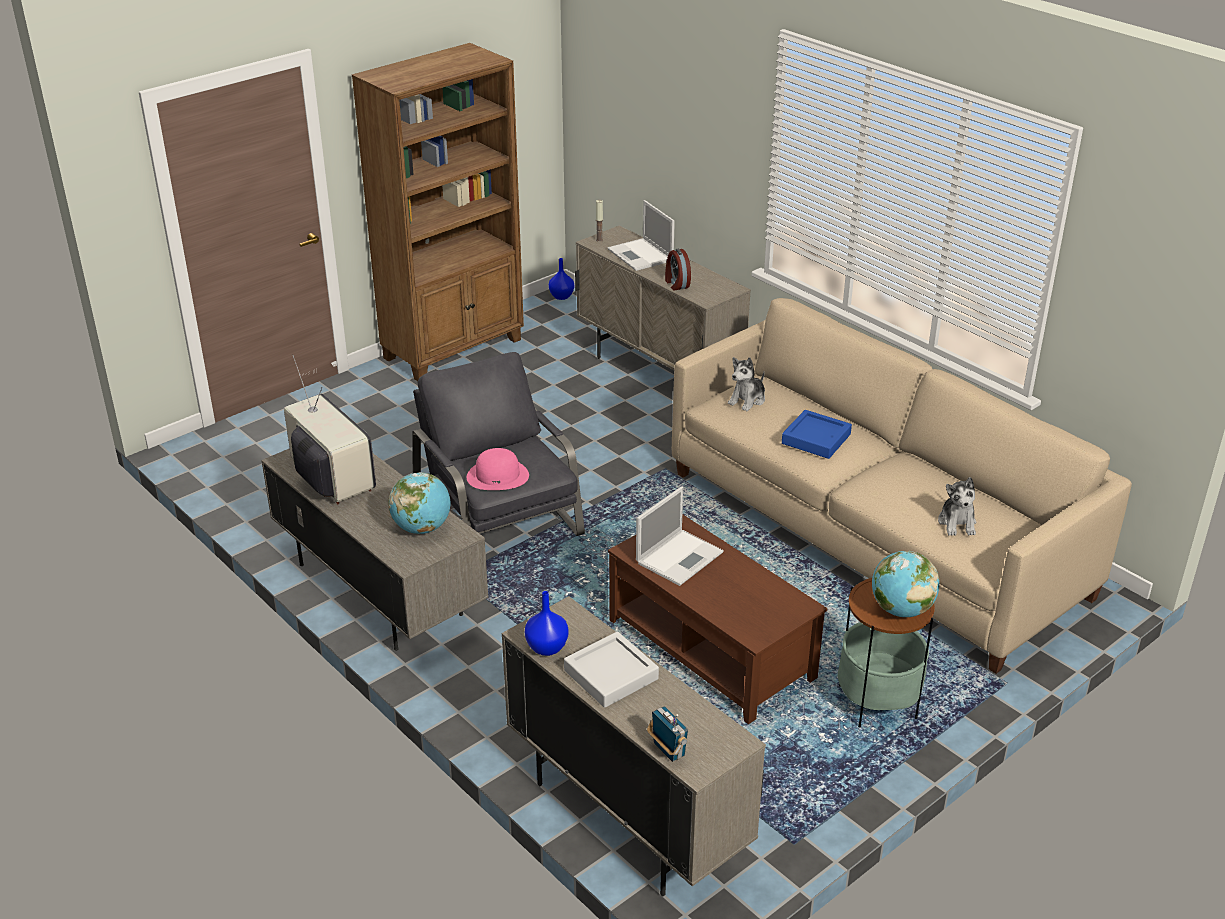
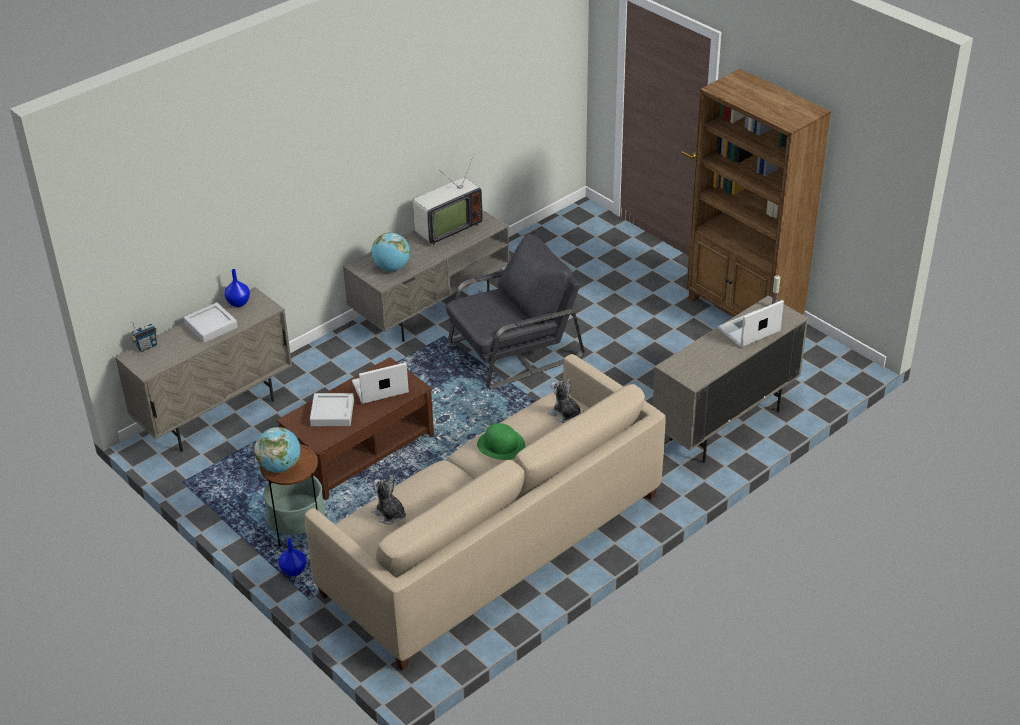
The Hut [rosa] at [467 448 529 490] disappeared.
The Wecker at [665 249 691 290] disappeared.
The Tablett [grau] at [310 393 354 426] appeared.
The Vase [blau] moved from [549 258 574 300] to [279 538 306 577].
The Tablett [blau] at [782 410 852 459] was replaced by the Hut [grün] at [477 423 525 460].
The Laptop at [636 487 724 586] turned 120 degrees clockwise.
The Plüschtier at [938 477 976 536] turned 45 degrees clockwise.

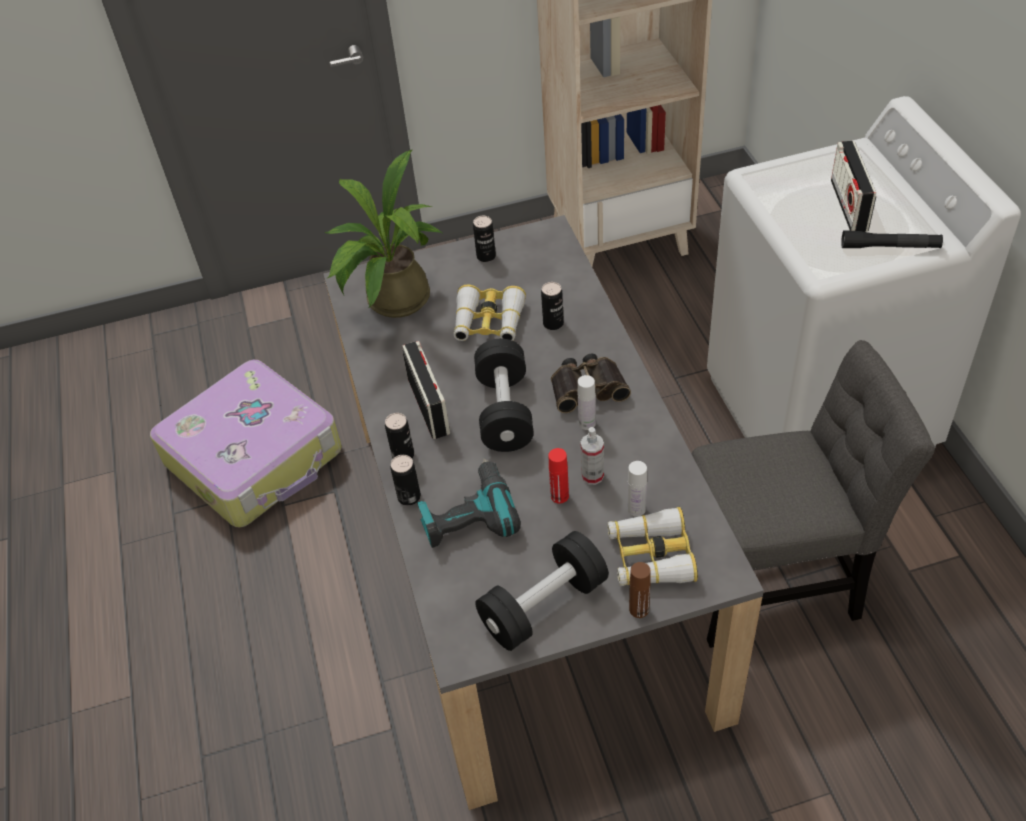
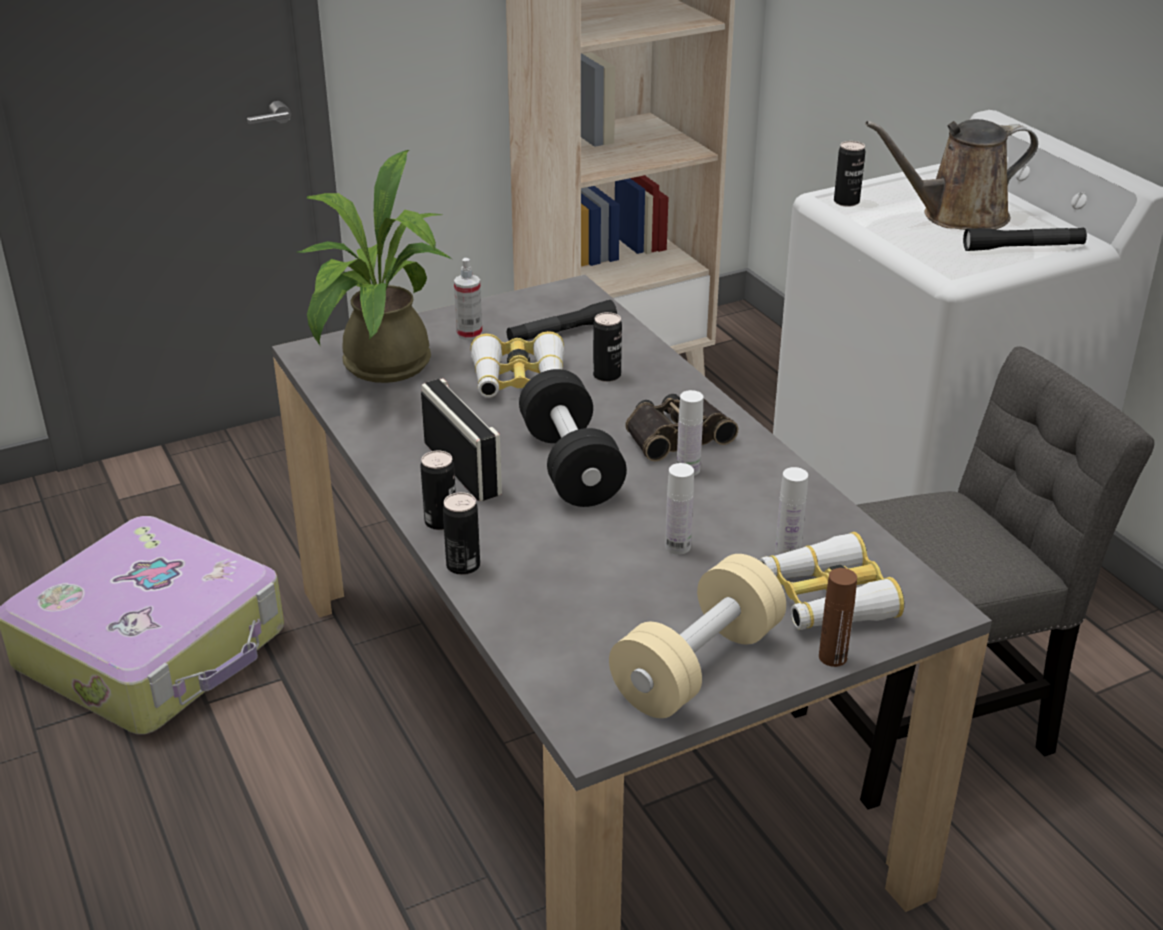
The Bohrmaschine at [417 458 521 548] disappeared.
The Taschenlampe [schwarz] at [507 300 617 341] appeared.
The Dose moved from [473 216 496 262] to [834 141 865 207].
The Sprühflasche moved from [580 427 604 485] to [454 258 482 340].
The Radio at [831 141 876 232] was replaced by the Gießkanne [braun] at [865 119 1038 230].
The Hantel [schwarz] at [475 531 609 651] became the Hantel [beige] at [609 554 786 718].
The Flasche [rot] at [549 448 569 504] became the Flasche [weiß] at [665 463 694 555].

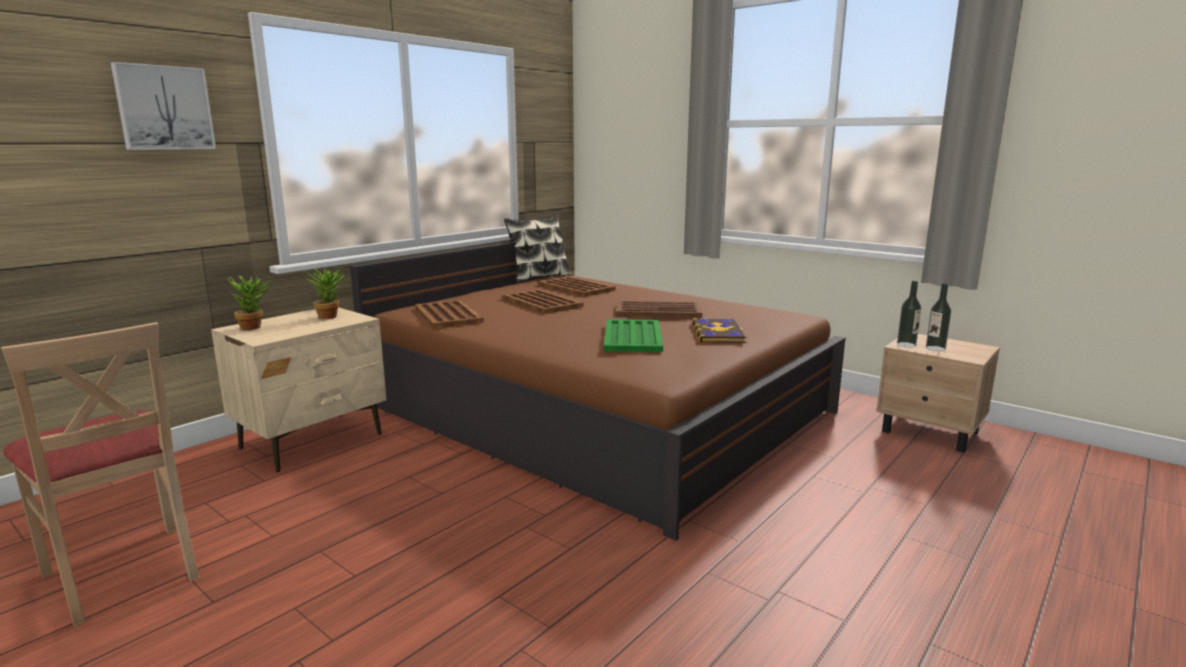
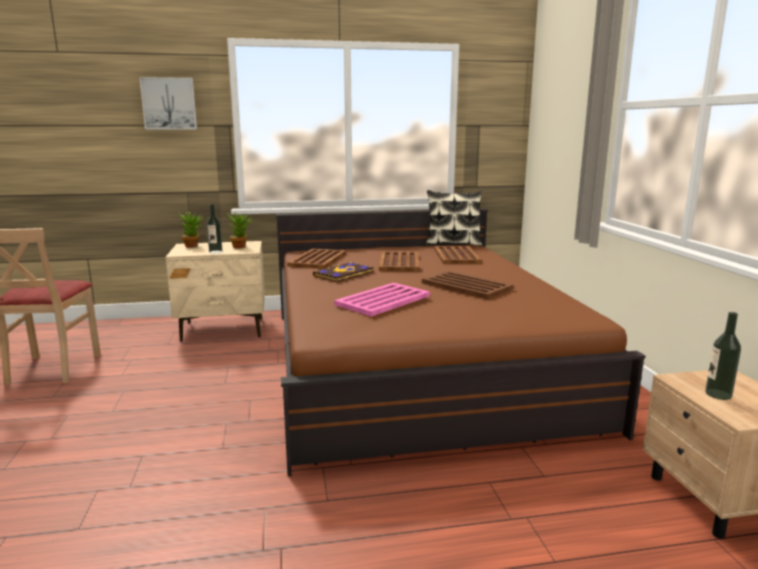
The Buch moved from [692 318 749 343] to [313 262 374 282].
The Flasche moved from [897 281 921 347] to [207 204 223 254].
The Tablett [grün] at [604 319 663 352] became the Tablett [rosa] at [334 283 430 317].

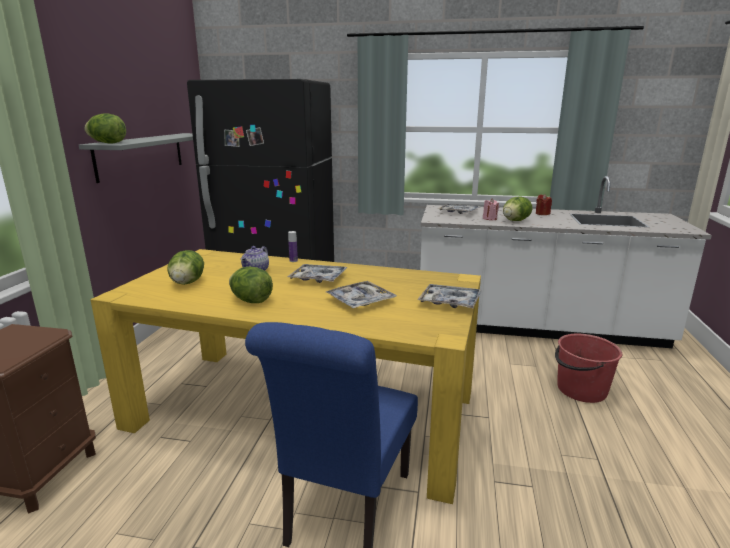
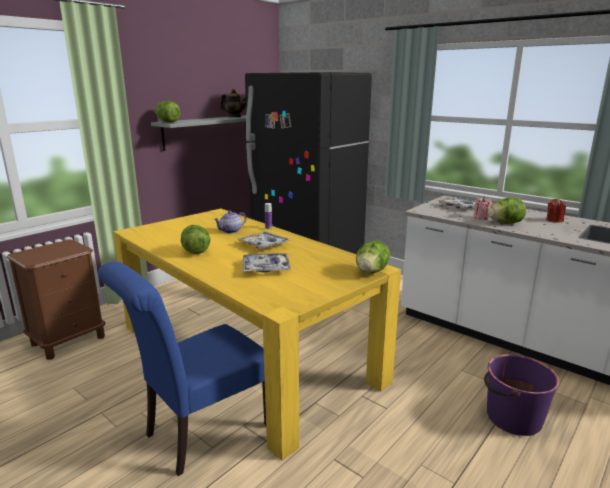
The Tablett at [417 284 482 308] disappeared.
The Teekanne at [220 89 246 117] appeared.
The Salatkopf moved from [167 250 204 285] to [356 241 390 274].
The Eimer [rot] at [555 334 622 403] became the Eimer [lila] at [484 354 559 436].

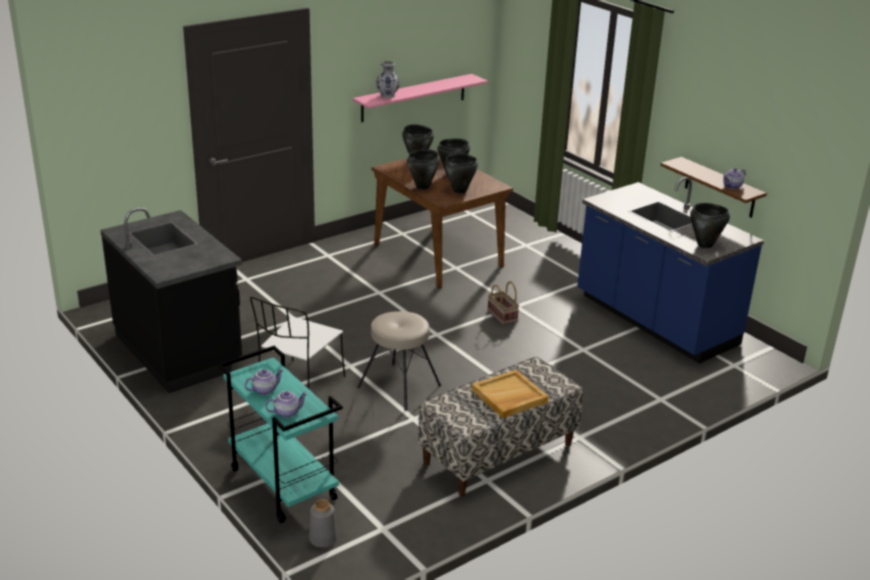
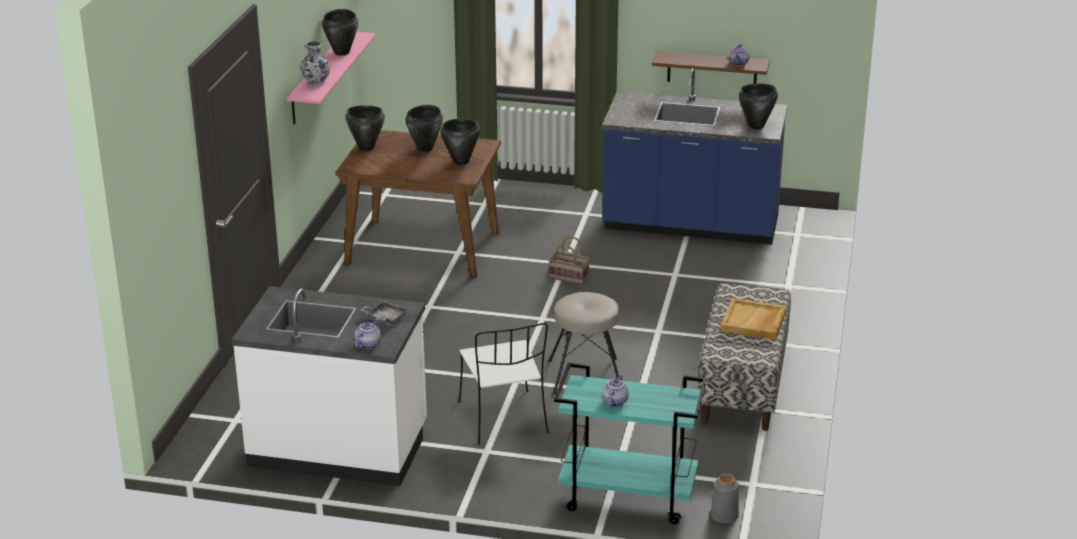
The Tablett [grau] at [360 300 409 326] appeared.
The Teekanne moved from [266 391 308 418] to [355 318 381 349].
The Kochtopf [schwarz] moved from [407 149 440 189] to [322 9 358 56].
The Küchenzeile [schwarz] at [100 208 242 393] became the Küchenzeile [weiß] at [231 286 427 486].

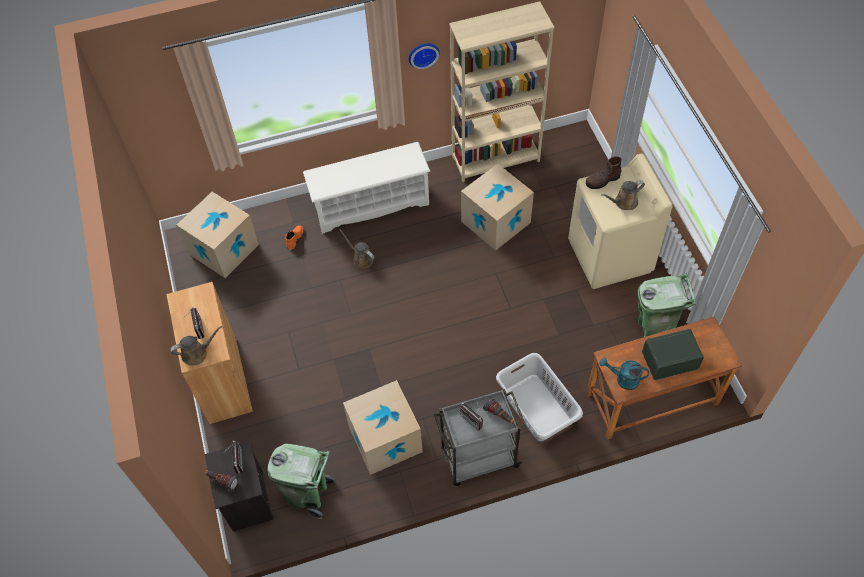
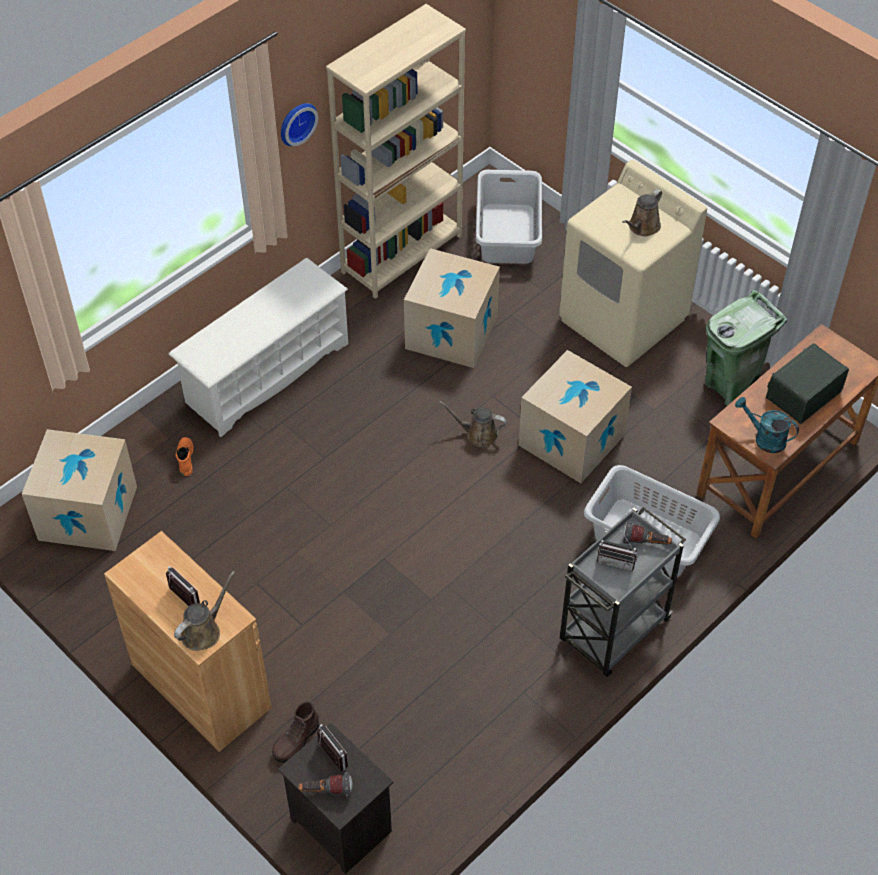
The Mülleimer [grün] at [267 444 336 519] disappeared.
The Wäschekorb [grau] at [476 170 542 264] appeared.
The Gießkanne [braun] moved from [340 229 374 269] to [439 401 507 447].
The Karton moved from [343 380 423 475] to [518 350 632 483].
The Stiefel [braun] moved from [586 156 621 189] to [272 701 320 763].
The Gießkanne [türkis] at [599 358 649 390] turned 45 degrees clockwise.

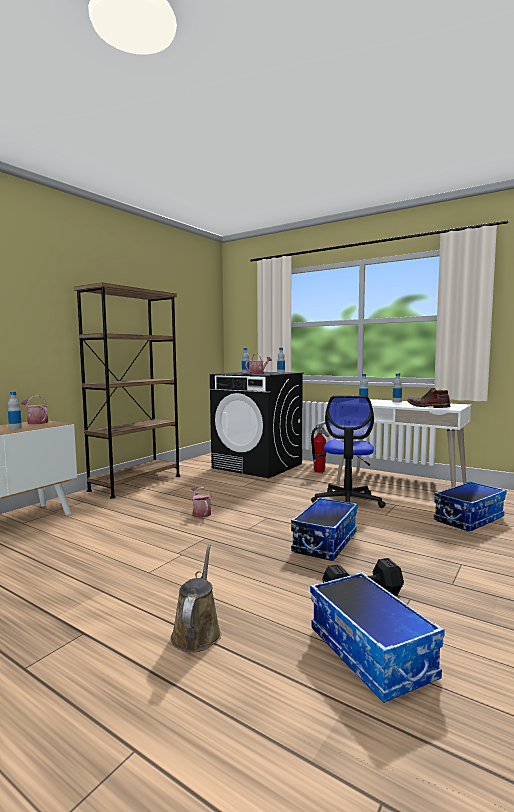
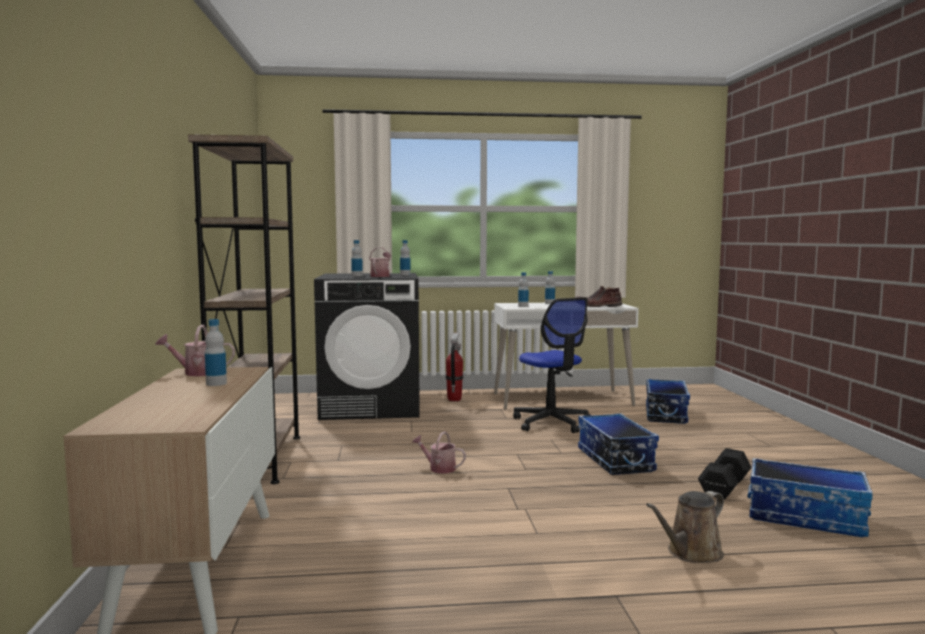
The Gießkanne [braun] at [171 544 221 652] turned 90 degrees counterclockwise.

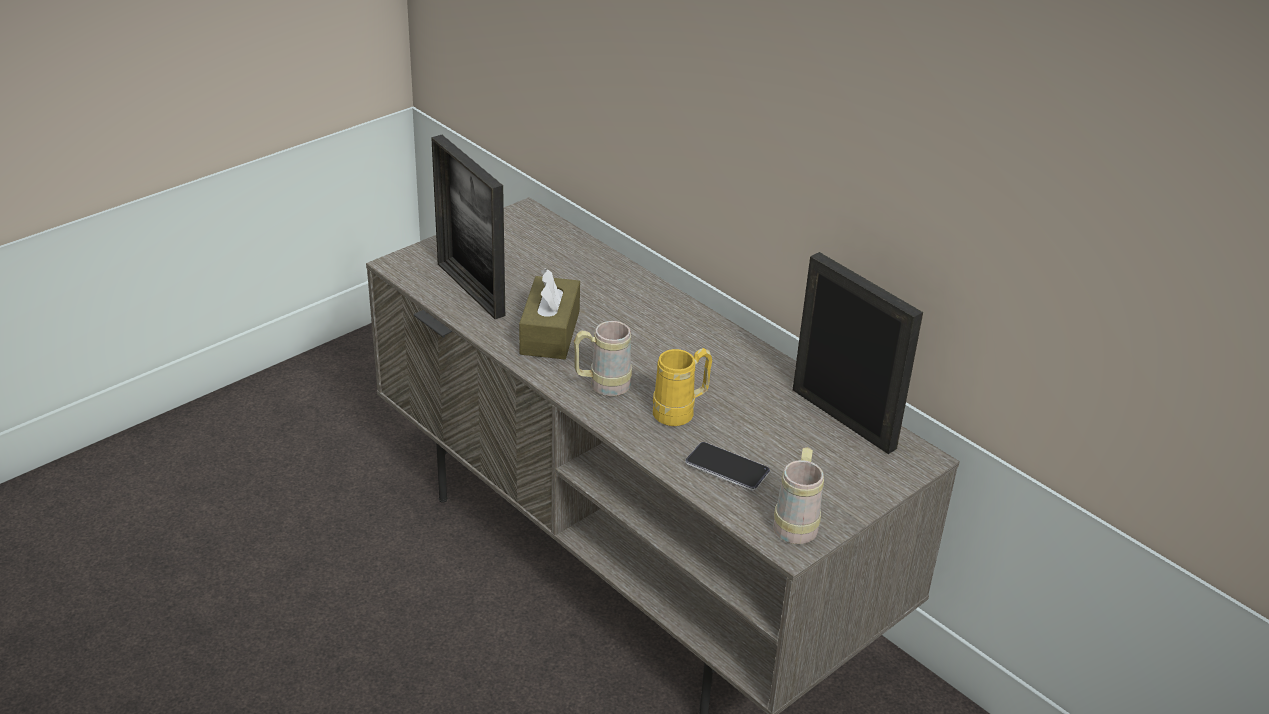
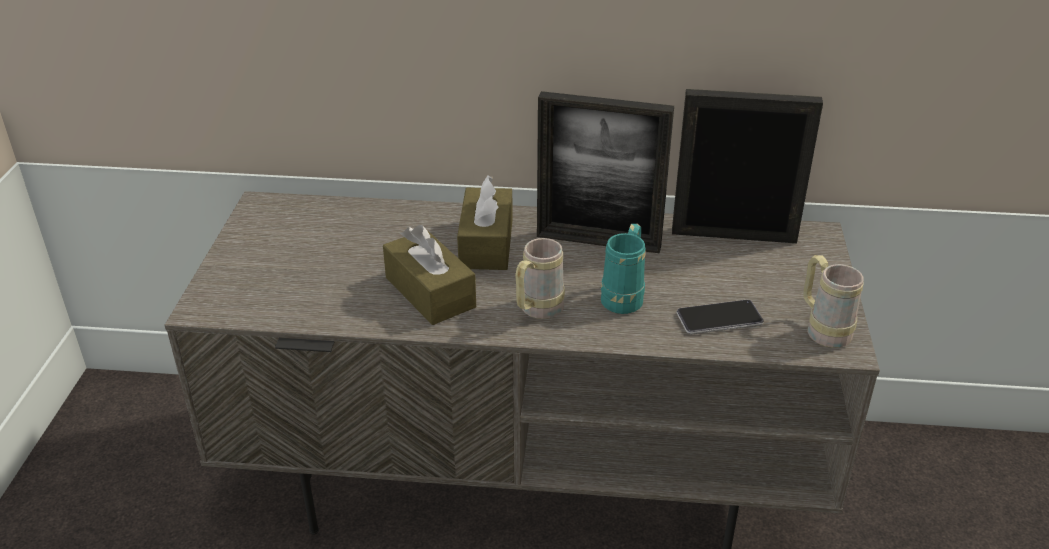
The Taschentuchbox [braun] at [457 175 513 270] appeared.
The Bilderrahmen moved from [431 135 505 319] to [537 91 674 253].
The Henkelbecher [gelb] at [653 348 712 426] became the Henkelbecher [türkis] at [601 224 646 314].

